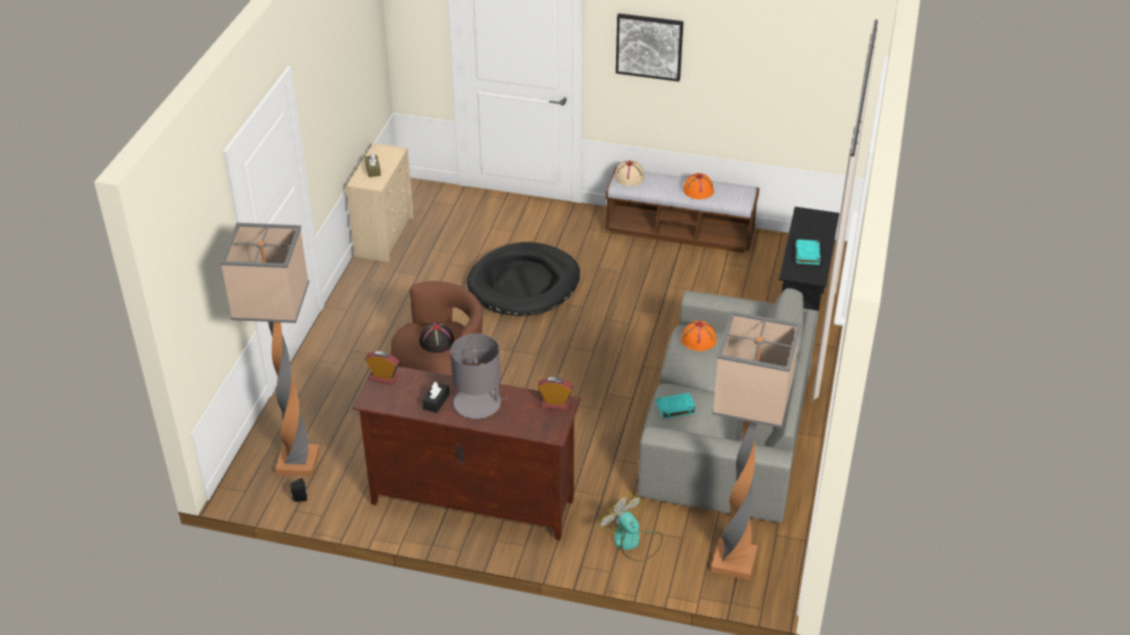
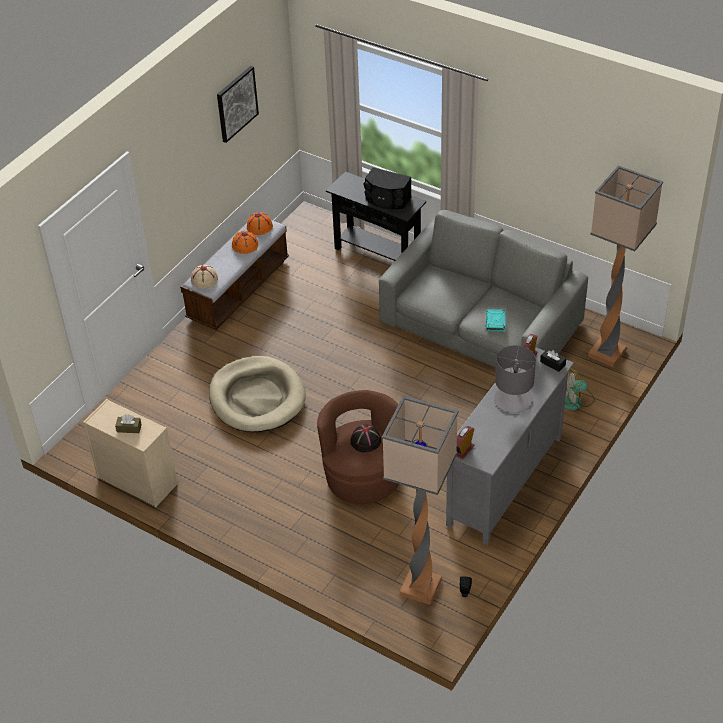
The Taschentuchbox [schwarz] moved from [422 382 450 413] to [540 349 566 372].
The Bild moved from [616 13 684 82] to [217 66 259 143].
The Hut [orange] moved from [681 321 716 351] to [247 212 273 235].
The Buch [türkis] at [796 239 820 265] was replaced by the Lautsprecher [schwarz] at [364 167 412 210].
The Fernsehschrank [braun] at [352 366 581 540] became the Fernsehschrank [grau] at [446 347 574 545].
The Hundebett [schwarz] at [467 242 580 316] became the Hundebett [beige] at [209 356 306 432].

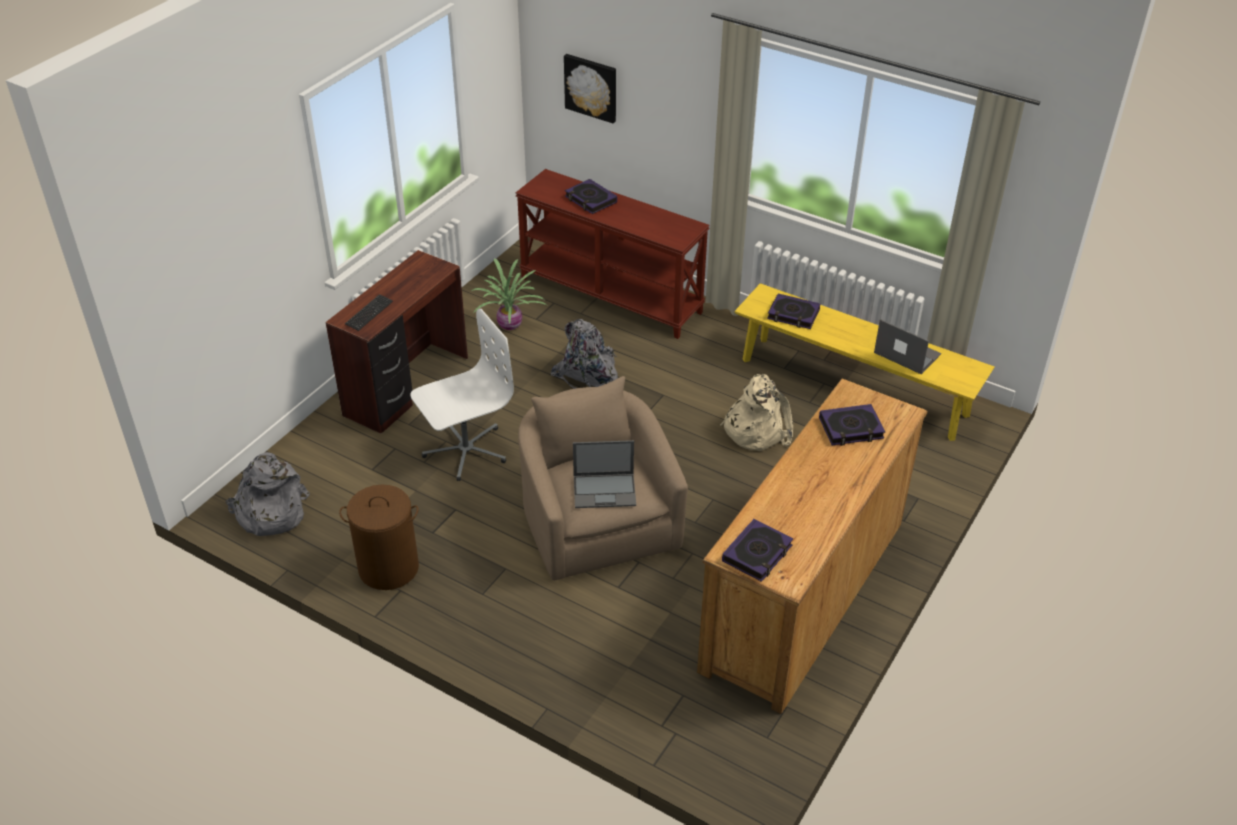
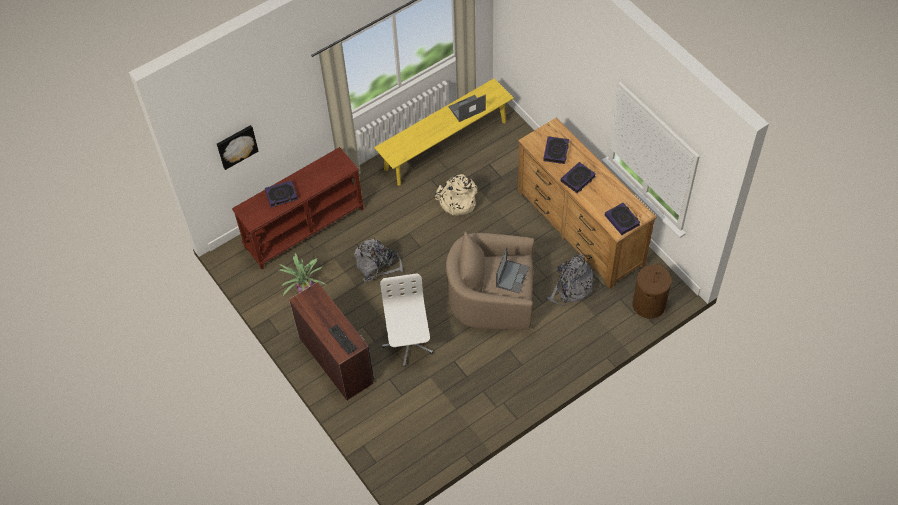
The Rucksack [grau] moved from [225 452 310 536] to [547 254 593 306].
The Wäschekorb [braun] moved from [339 485 419 590] to [632 263 672 319].
The Buch moved from [767 293 820 329] to [560 162 596 193].

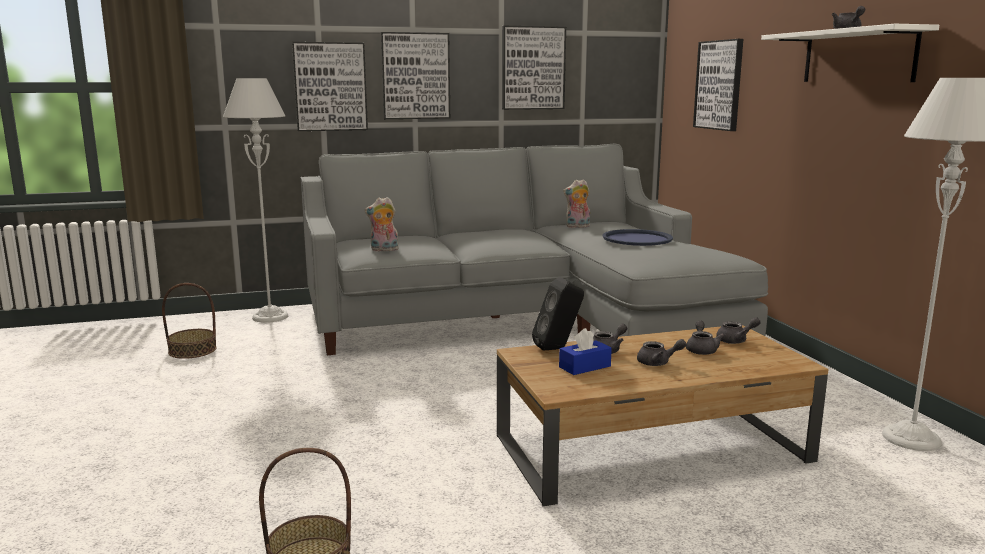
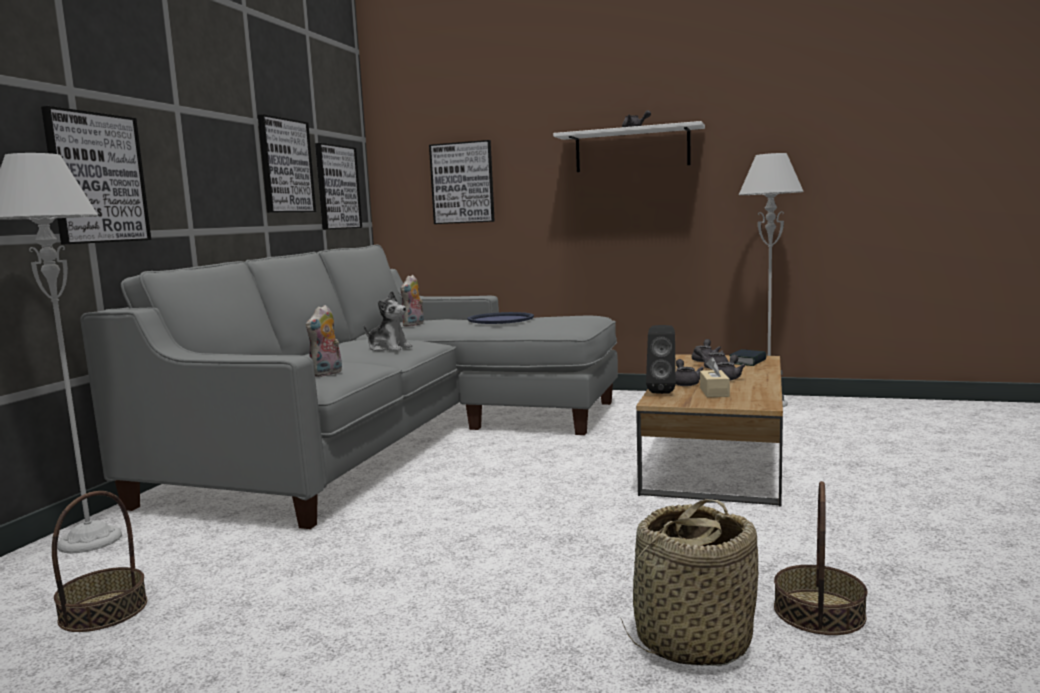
The Plüschtier at [364 291 412 352] appeared.
The Korb at [620 499 758 666] appeared.
The Buch at [729 349 766 366] appeared.
The Bild moved from [380 32 450 119] to [315 143 362 230].
The Taschentuchbox [blau] at [559 328 612 375] became the Taschentuchbox [beige] at [700 357 730 397].

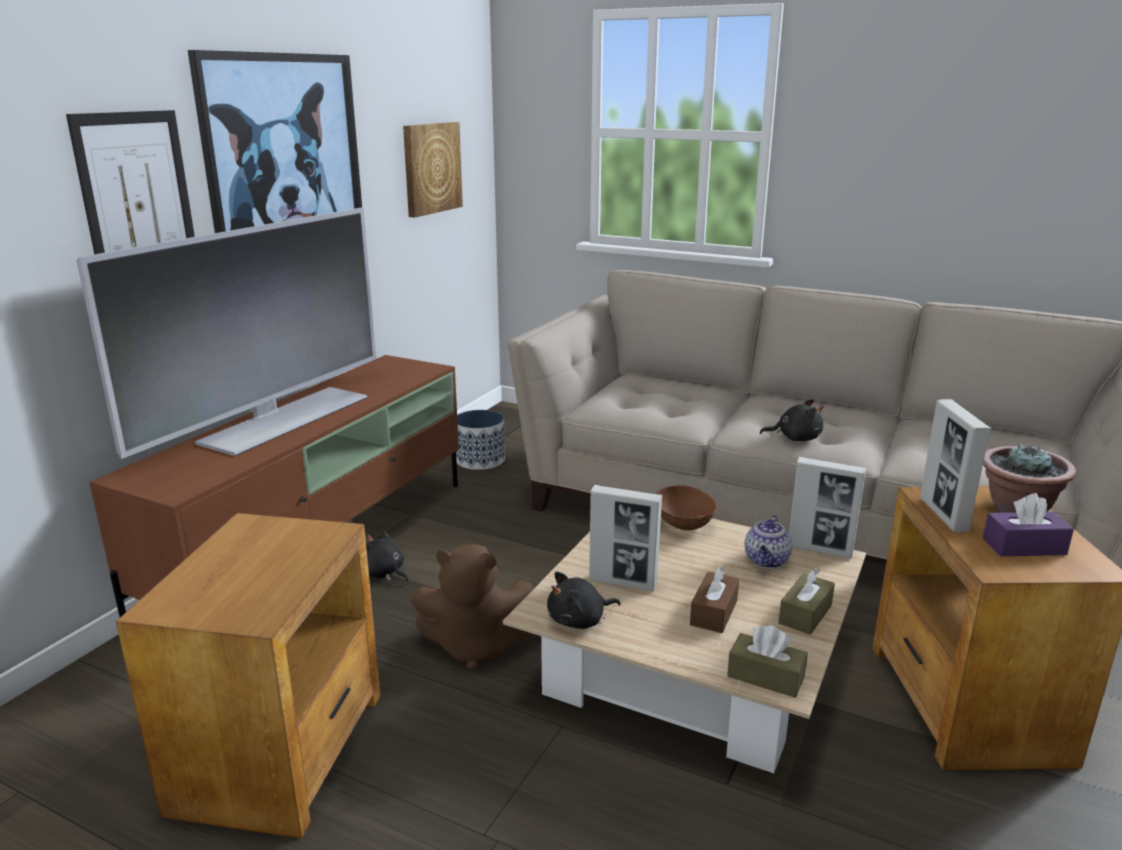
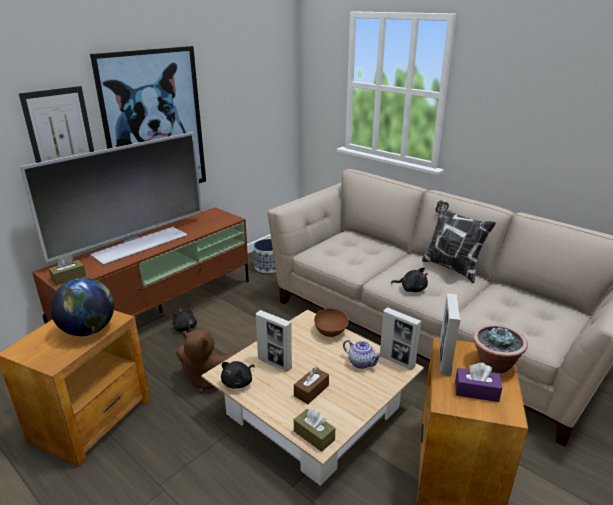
The Bild at [403 122 463 218] disappeared.
The Globus at [50 278 114 336] appeared.
The Kissen at [422 201 496 283] appeared.
The Taschentuchbox [braun] moved from [778 568 835 635] to [49 256 86 285].
The Plüschtier [schwarz] at [547 572 621 629] turned 45 degrees counterclockwise.
The Teekanne at [745 515 793 568] turned 90 degrees counterclockwise.

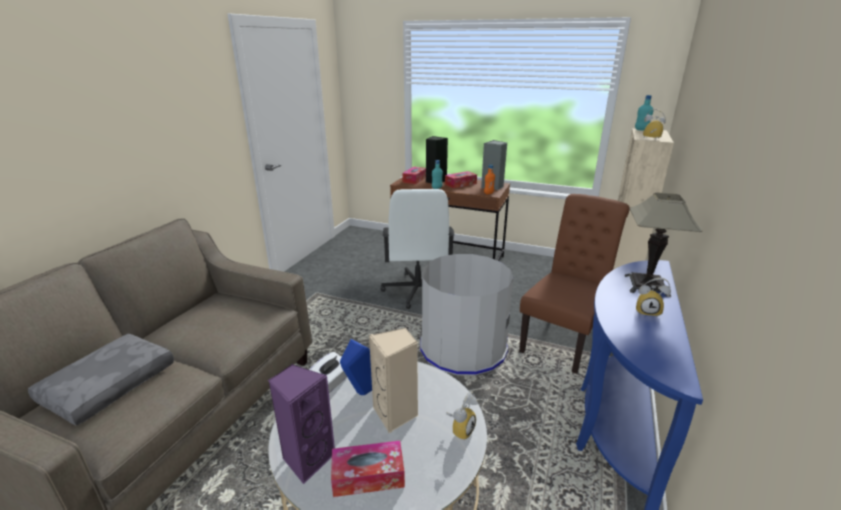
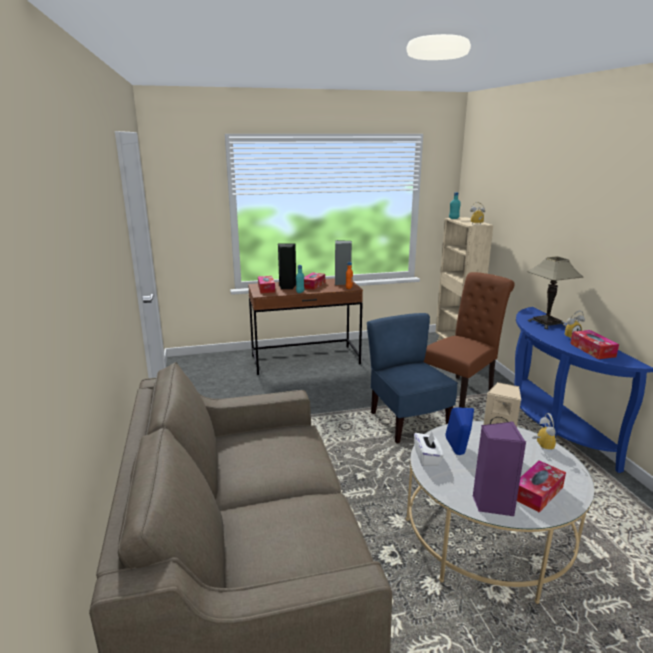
The Kissen [grau] at [28 334 174 426] disappeared.
The Bürostuhl [weiß] at [381 189 455 309] disappeared.
The Taschentuchbox at [570 330 619 359] appeared.
The Mülleimer [grau] at [420 254 513 376] was replaced by the Stuhl [blau] at [367 313 458 443].
The Stuhl [braun] at [519 194 630 374] turned 45 degrees clockwise.

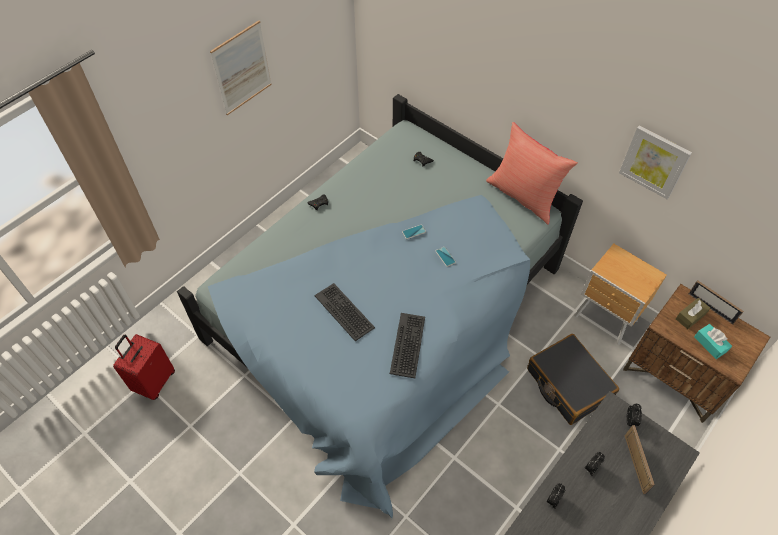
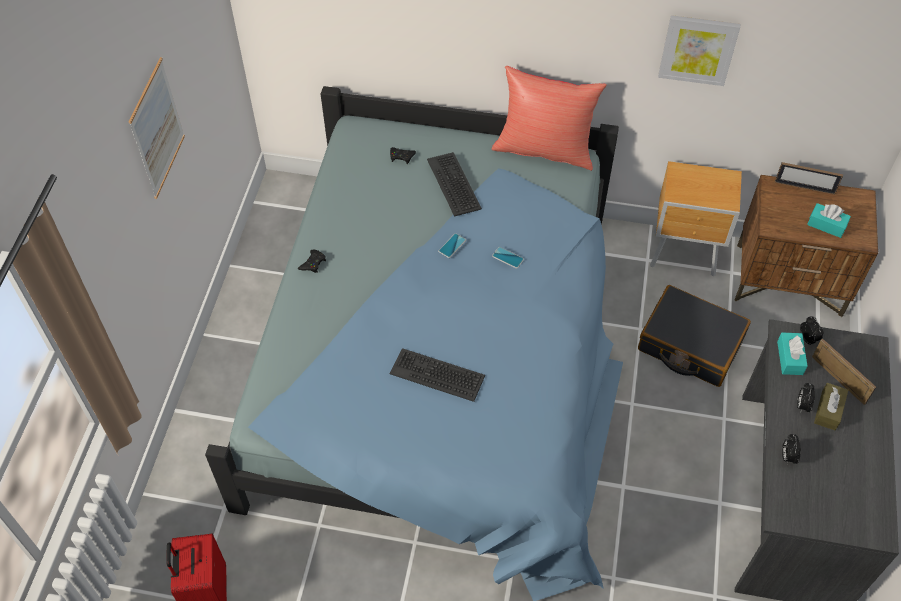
The Taschentuchbox [türkis] at [777 332 808 375] appeared.
The Tastatur moved from [390 313 425 378] to [427 152 482 217].
The Taschentuchbox [braun] moved from [676 298 710 329] to [814 383 848 430].

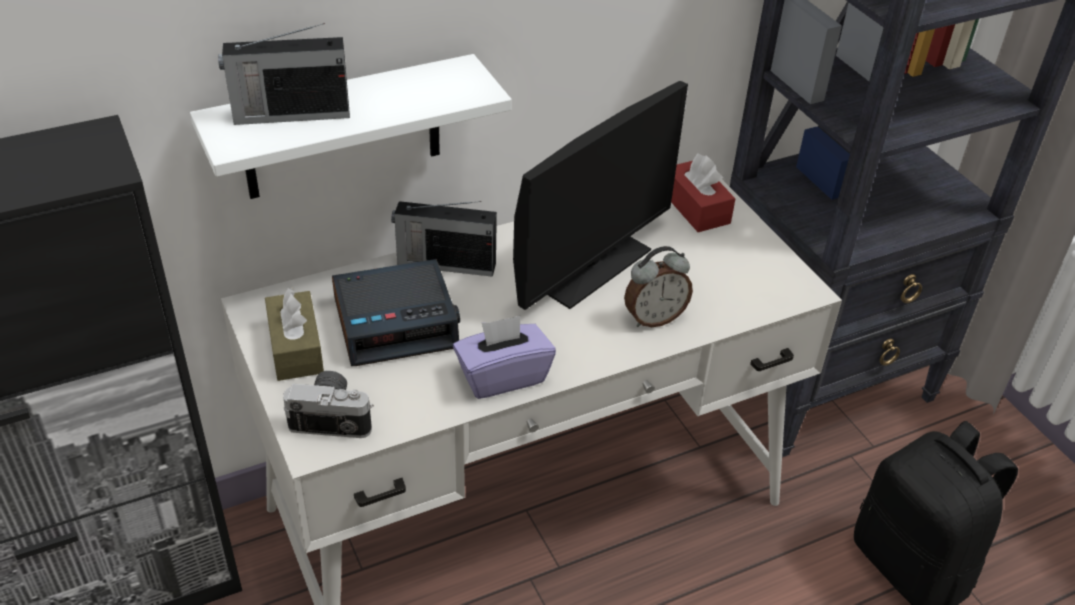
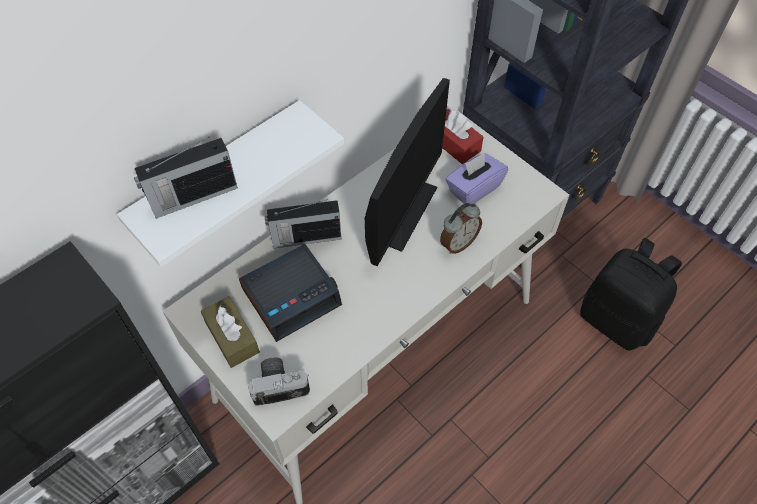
The Taschentuchbox [lila] moved from [453 316 556 399] to [445 153 508 204].

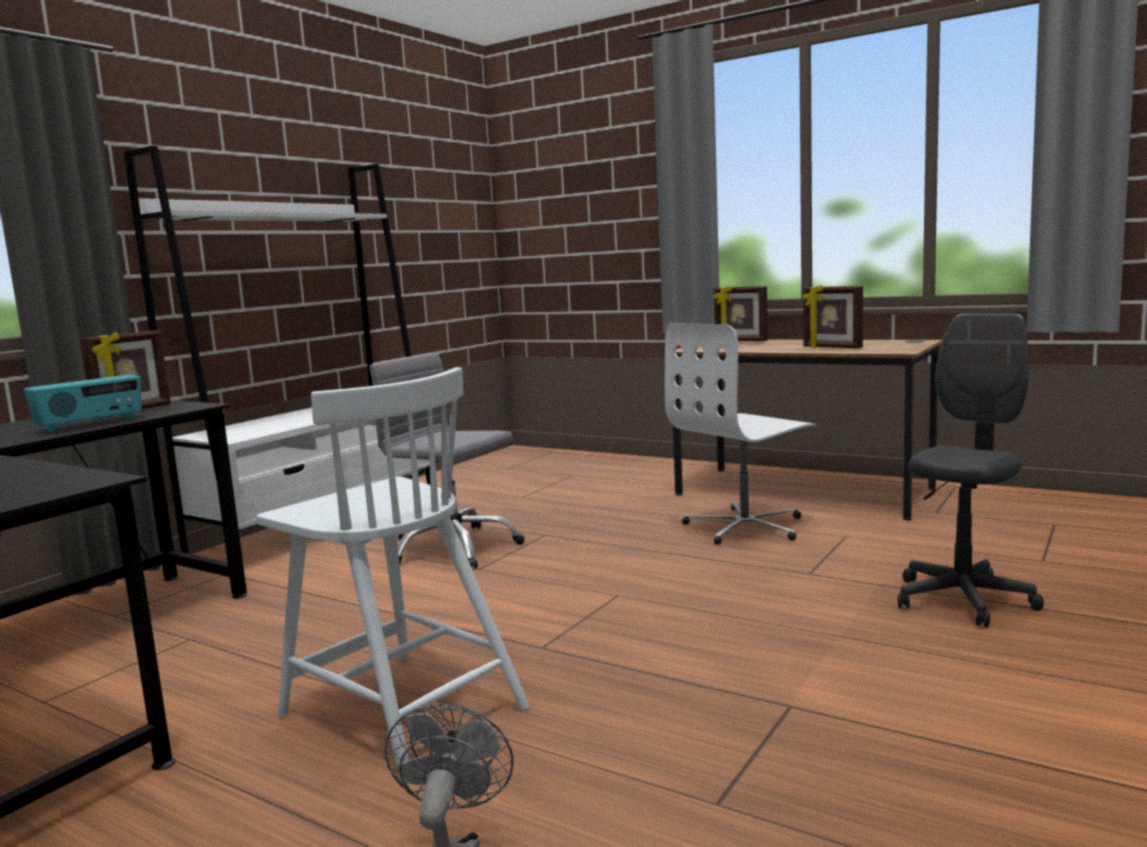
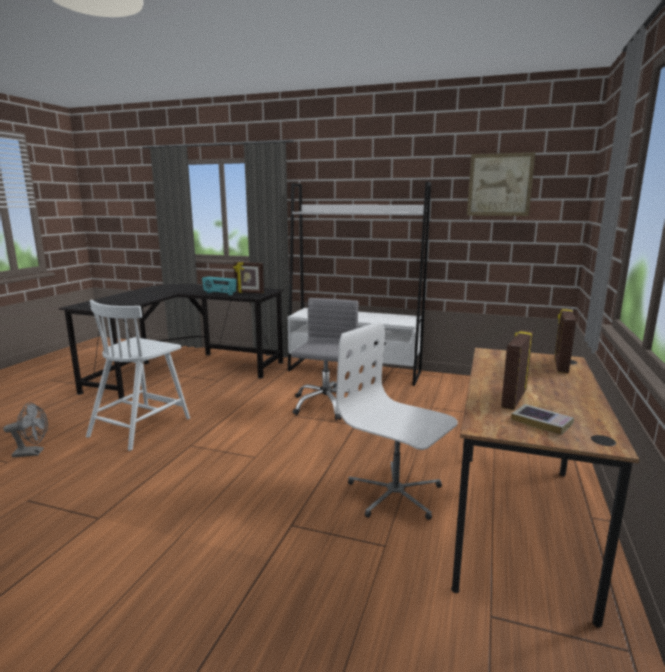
The Bürostuhl [grau] at [897 313 1044 628] disappeared.
The Bild at [467 152 536 216] appeared.
The Buch at [511 404 574 435] appeared.

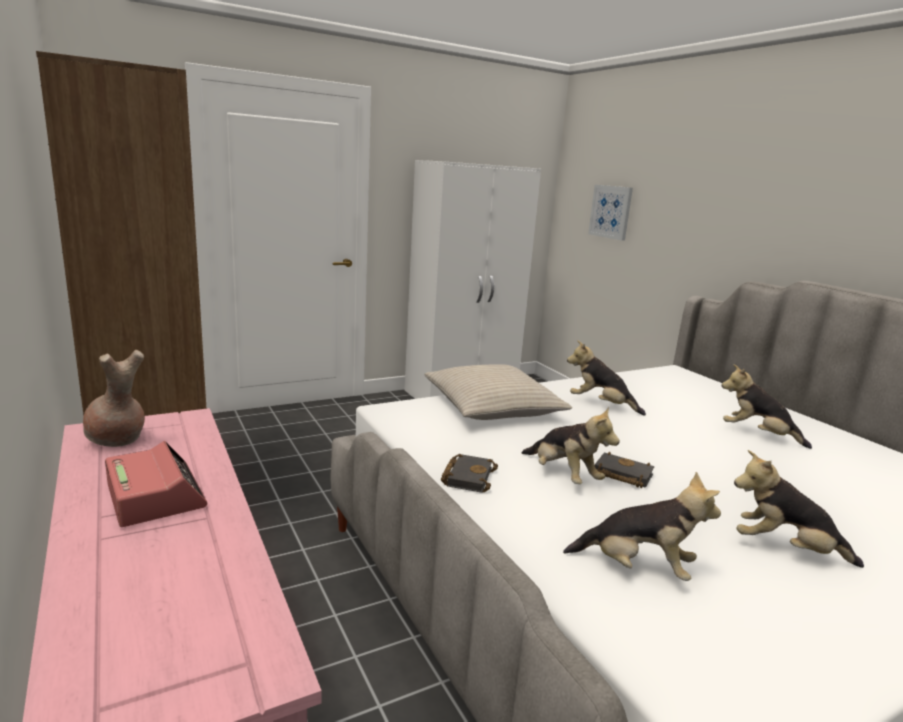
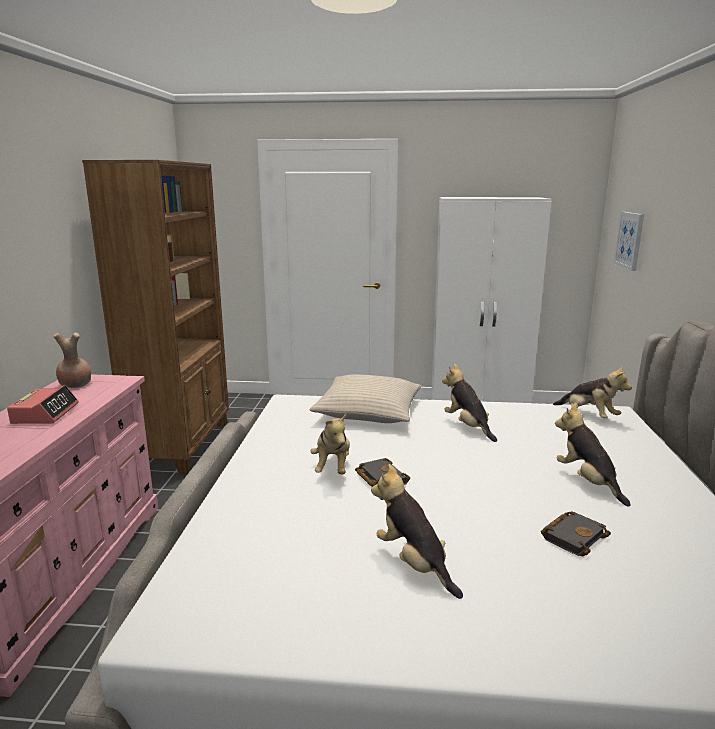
The Buch [schwarz] moved from [441 454 498 493] to [541 511 611 557].
The Plüschtier moved from [563 472 721 581] to [553 365 632 418].

